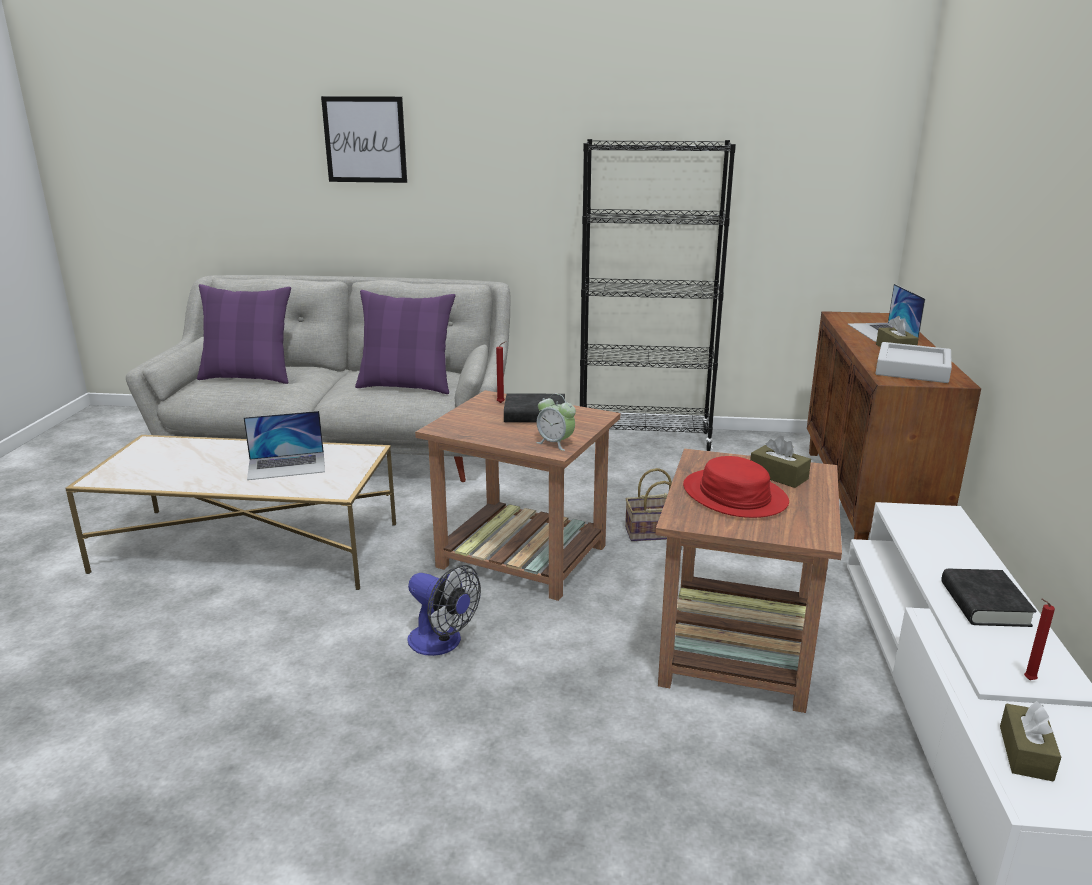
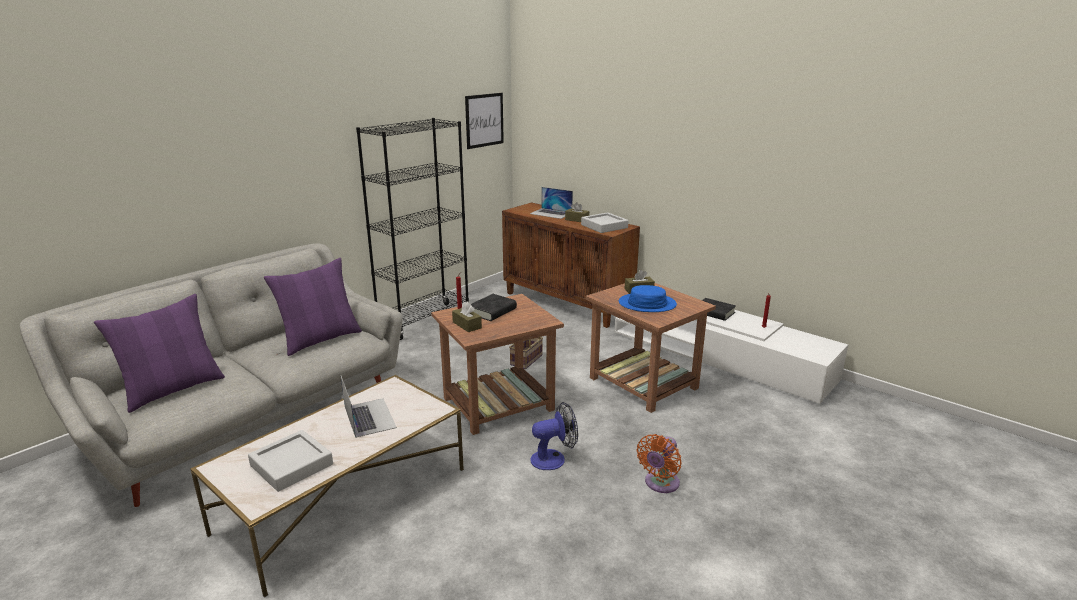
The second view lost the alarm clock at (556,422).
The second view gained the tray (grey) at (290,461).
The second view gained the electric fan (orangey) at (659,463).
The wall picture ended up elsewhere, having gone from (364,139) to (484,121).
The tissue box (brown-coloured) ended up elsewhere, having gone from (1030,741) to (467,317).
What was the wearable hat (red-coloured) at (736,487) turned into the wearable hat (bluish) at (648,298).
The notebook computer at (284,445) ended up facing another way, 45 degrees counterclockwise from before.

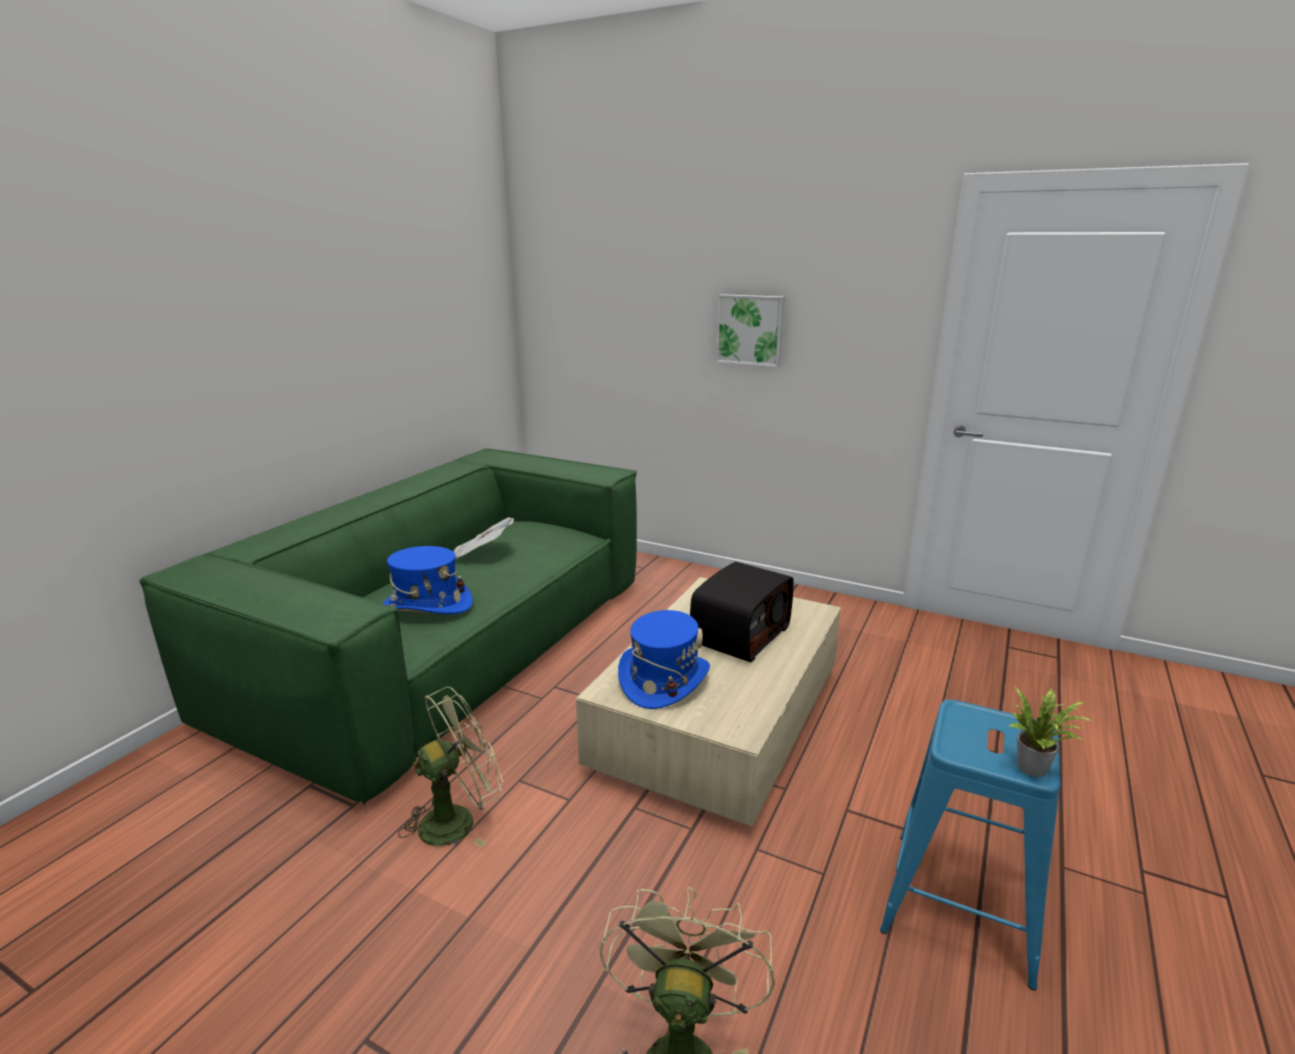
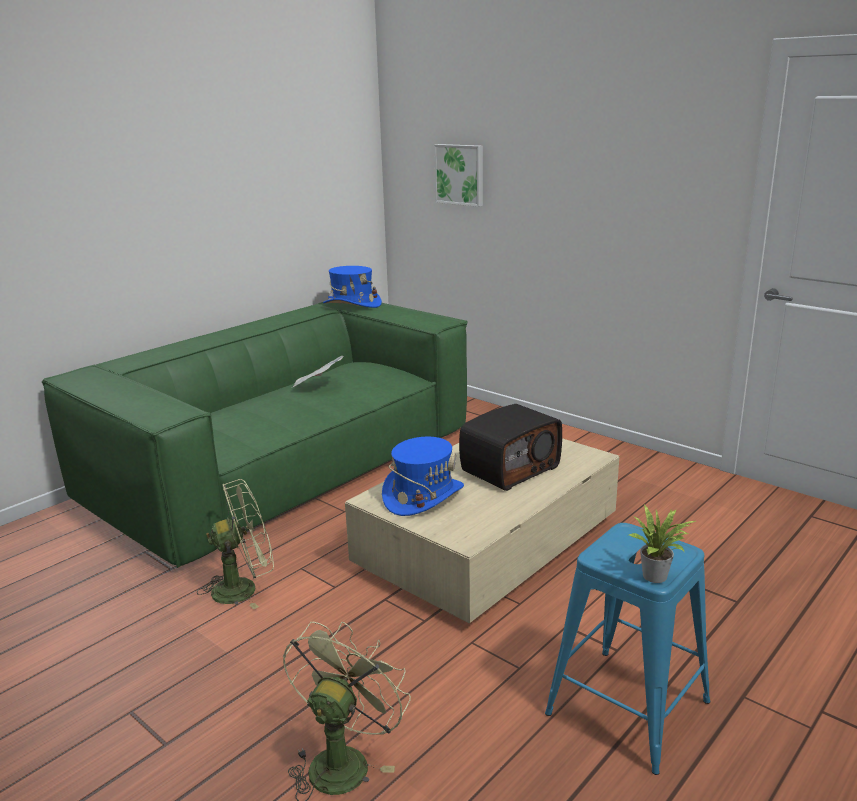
The wearable hat (bluish) ended up elsewhere, having gone from (427,580) to (352,287).
The wall picture ended up elsewhere, having gone from (750,330) to (458,175).

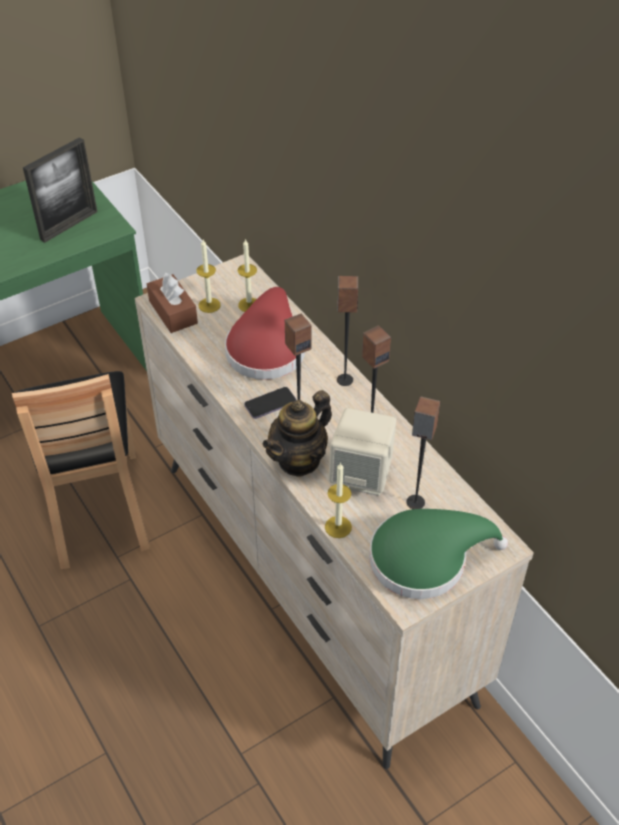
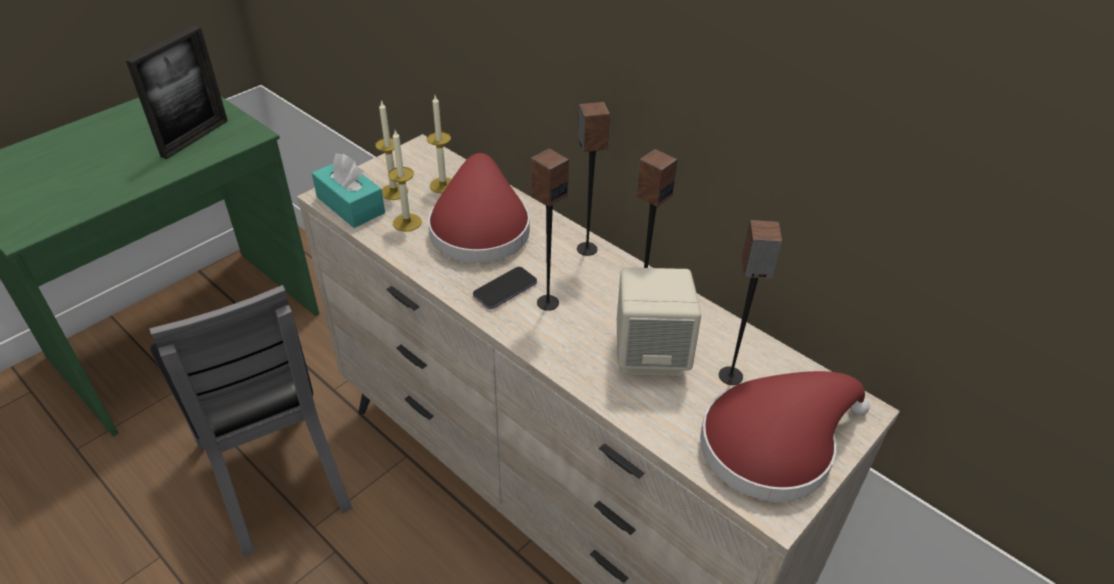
The second view lost the pot for tea at (297,433).
The candle ended up elsewhere, having gone from (338,500) to (405,181).
What was the chair (brown-coloured) at (81,470) turned into the chair (grey) at (250,421).
What was the tissue box (brown-coloured) at (172,302) turned into the tissue box (turquoise-coloured) at (348,190).
What was the wearable hat (greenish) at (438,554) turned into the wearable hat (red-coloured) at (785,436).

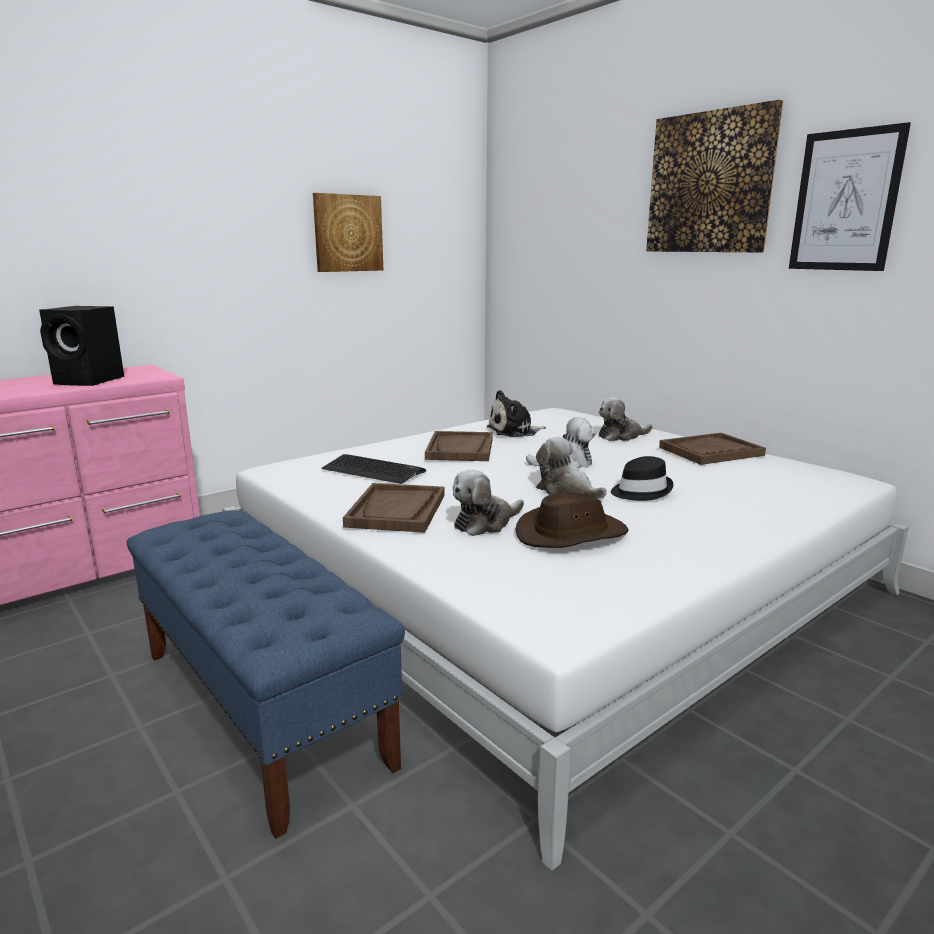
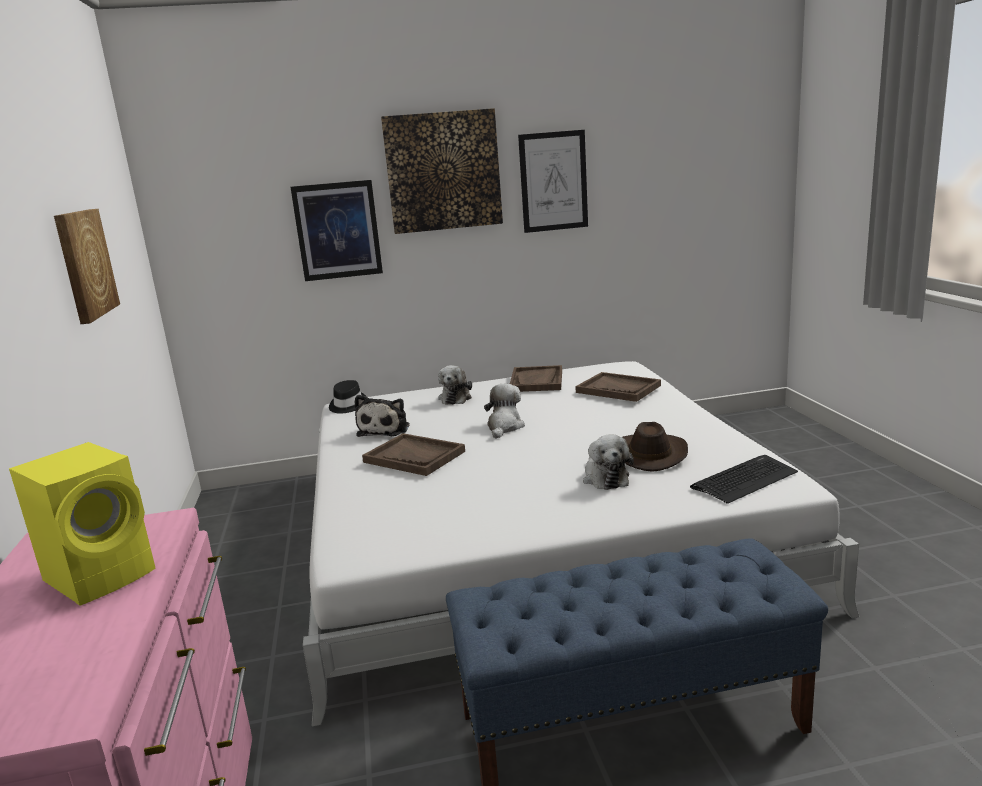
The second view lost the plush toy at (571,468).
The second view gained the wall picture at (337,230).
The keyboard ended up elsewhere, having gone from (374,469) to (744,479).
The tray (brown-coloured) ended up elsewhere, having gone from (394,508) to (618,387).
The wearable hat (black) ended up elsewhere, having gone from (642,478) to (347,397).
What was the loudspeaker (black) at (81,346) turned into the loudspeaker (yellowish) at (82,524).

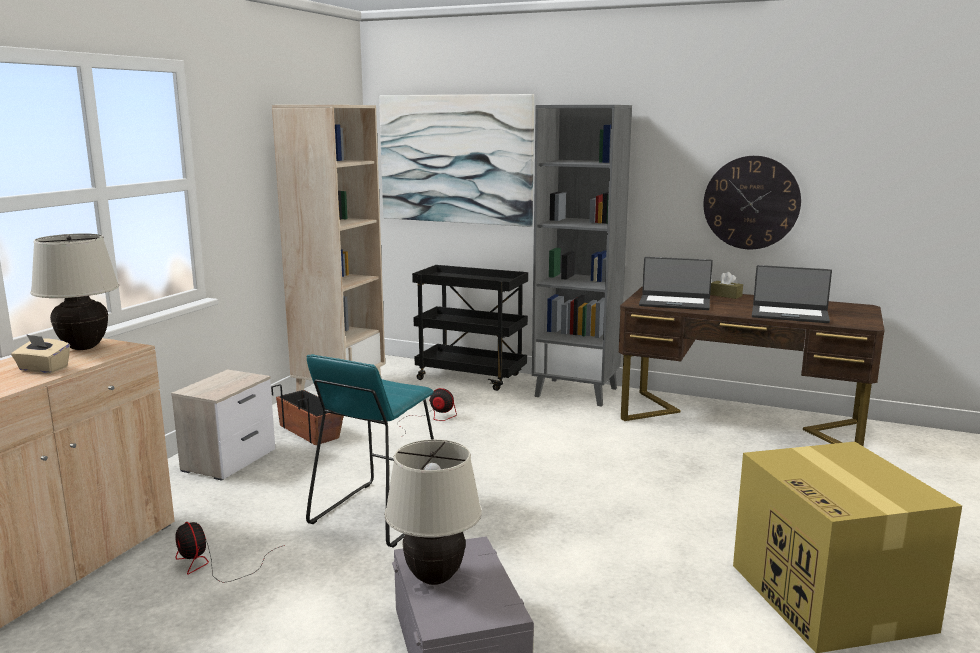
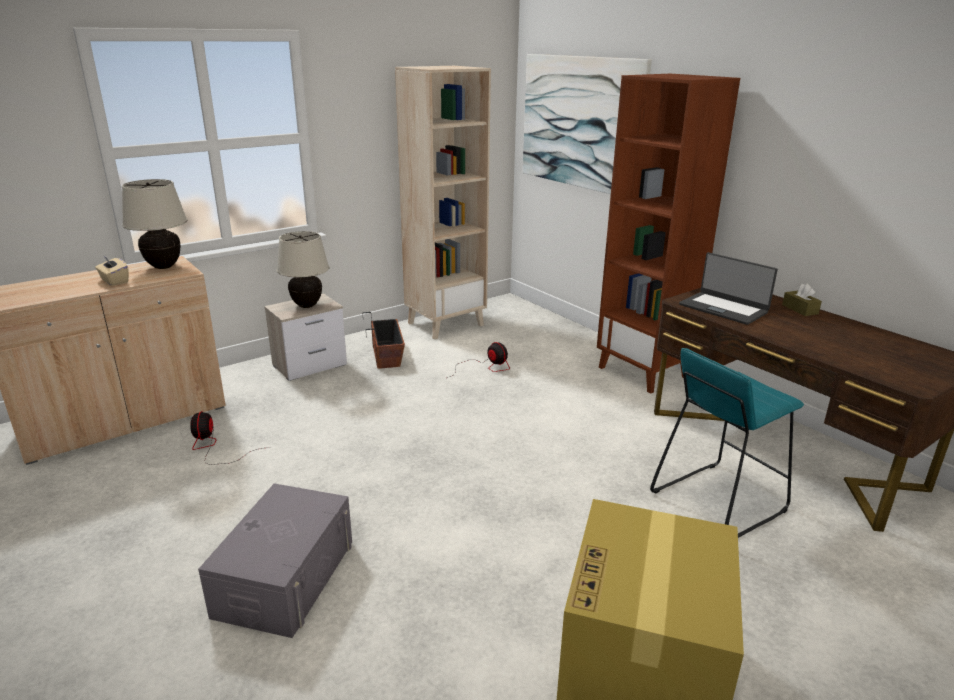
The second view lost the wheeled cart (black) at (470,328).
The second view lost the clock on the wall at (752,202).
The second view lost the notebook computer at (792,294).
The stool (turquoise-coloured) ended up elsewhere, having gone from (370,451) to (727,443).
The table lamp (beige) ended up elsewhere, having gone from (433,512) to (303,269).
What was the shelving unit (grey) at (582,256) turned into the shelving unit (brown-coloured) at (668,234).

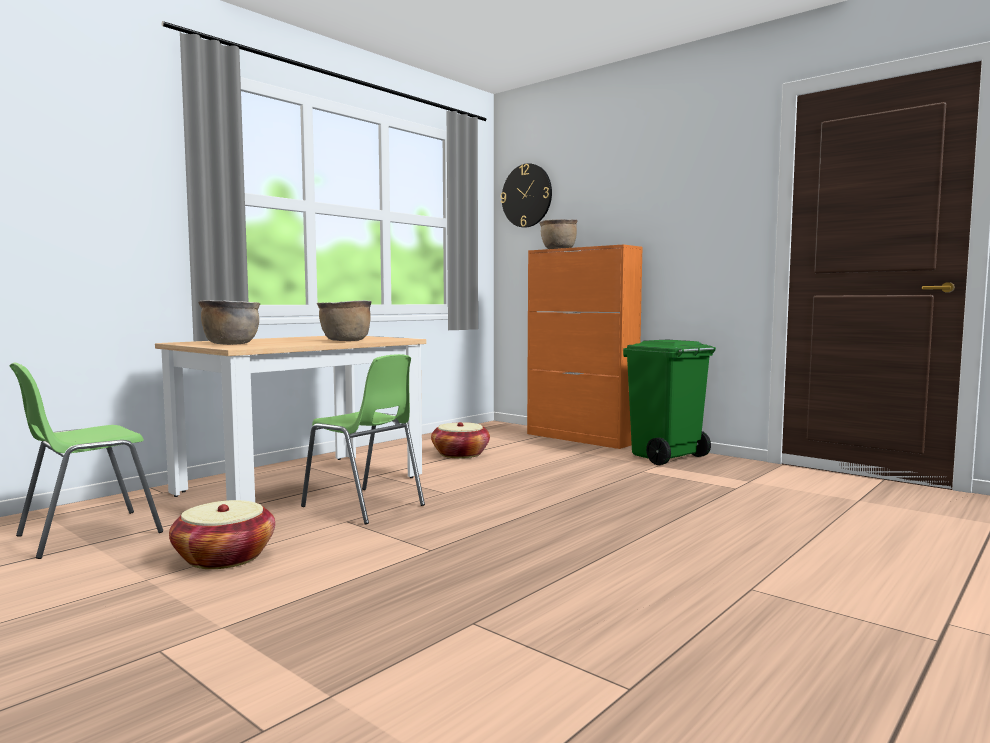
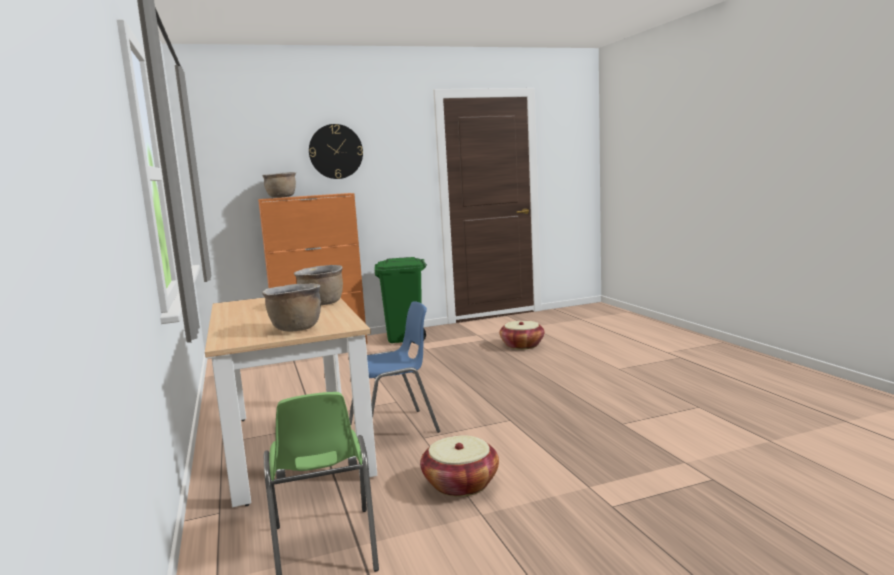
The basket ended up elsewhere, having gone from (460,440) to (521,335).
The clock on the wall ended up elsewhere, having gone from (526,195) to (336,151).
What was the chair (greenish) at (363,439) turned into the chair (bluish) at (394,367).

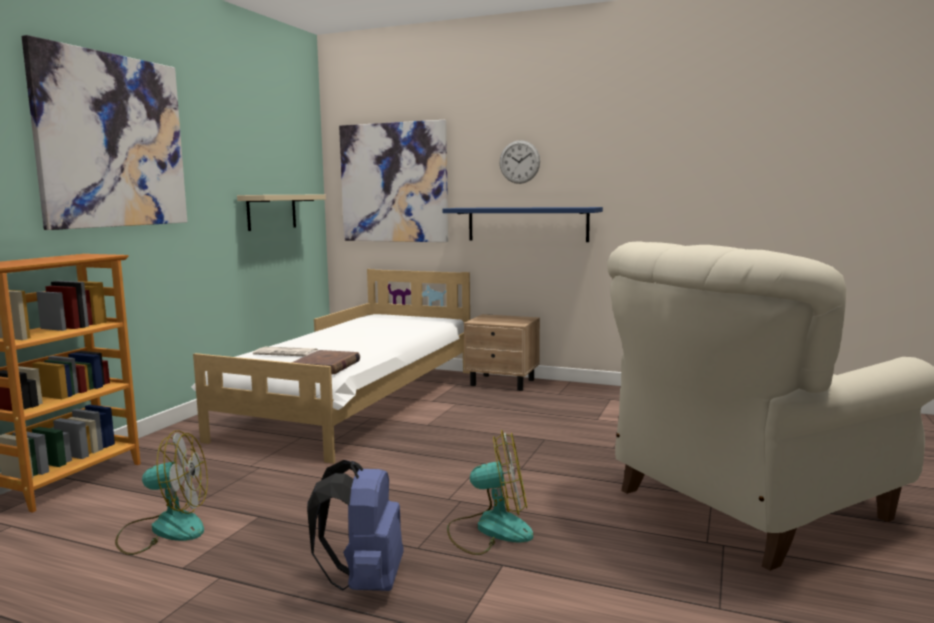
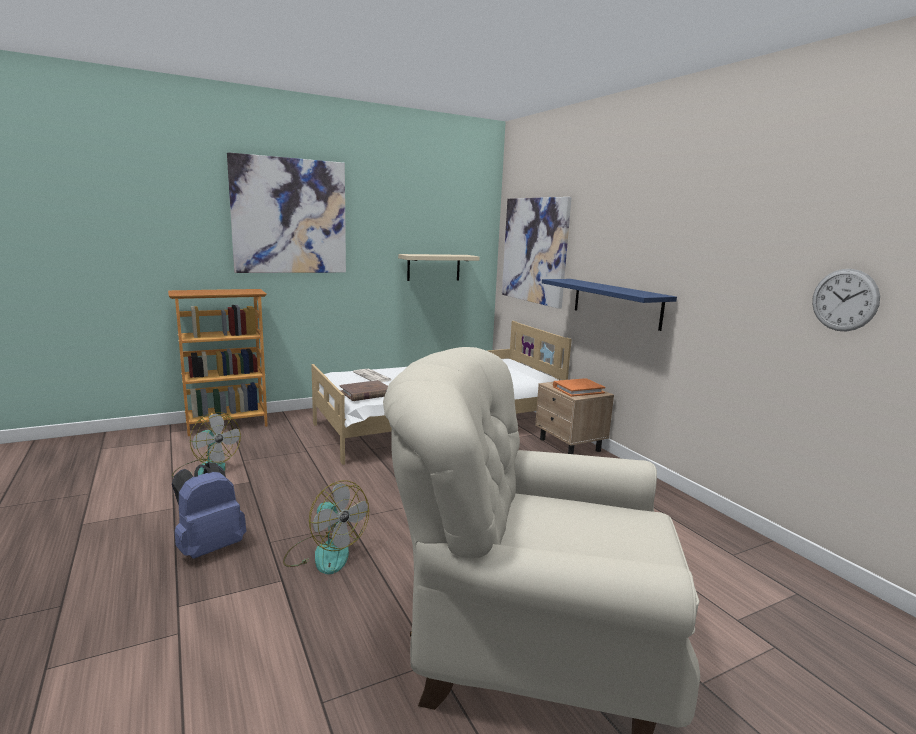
The second view gained the bound book (orangey) at (579,387).
The clock on the wall ended up elsewhere, having gone from (519,162) to (846,300).

